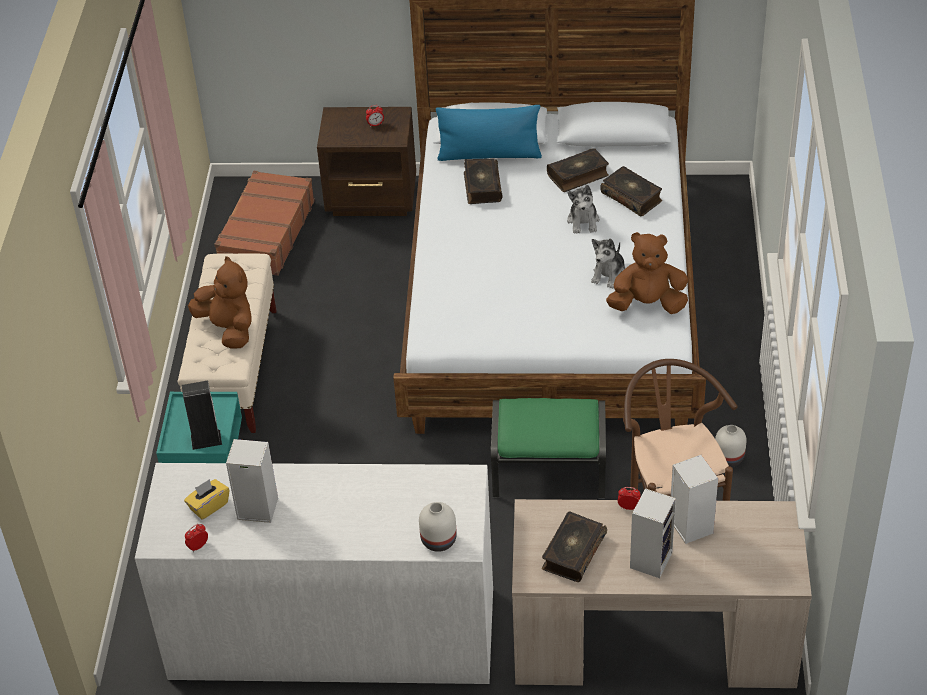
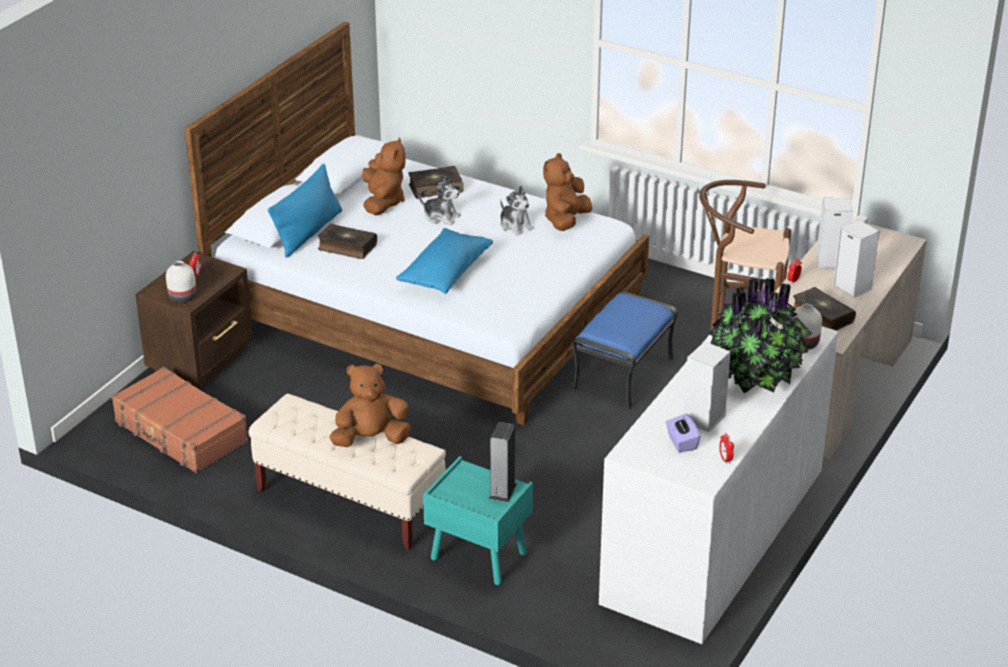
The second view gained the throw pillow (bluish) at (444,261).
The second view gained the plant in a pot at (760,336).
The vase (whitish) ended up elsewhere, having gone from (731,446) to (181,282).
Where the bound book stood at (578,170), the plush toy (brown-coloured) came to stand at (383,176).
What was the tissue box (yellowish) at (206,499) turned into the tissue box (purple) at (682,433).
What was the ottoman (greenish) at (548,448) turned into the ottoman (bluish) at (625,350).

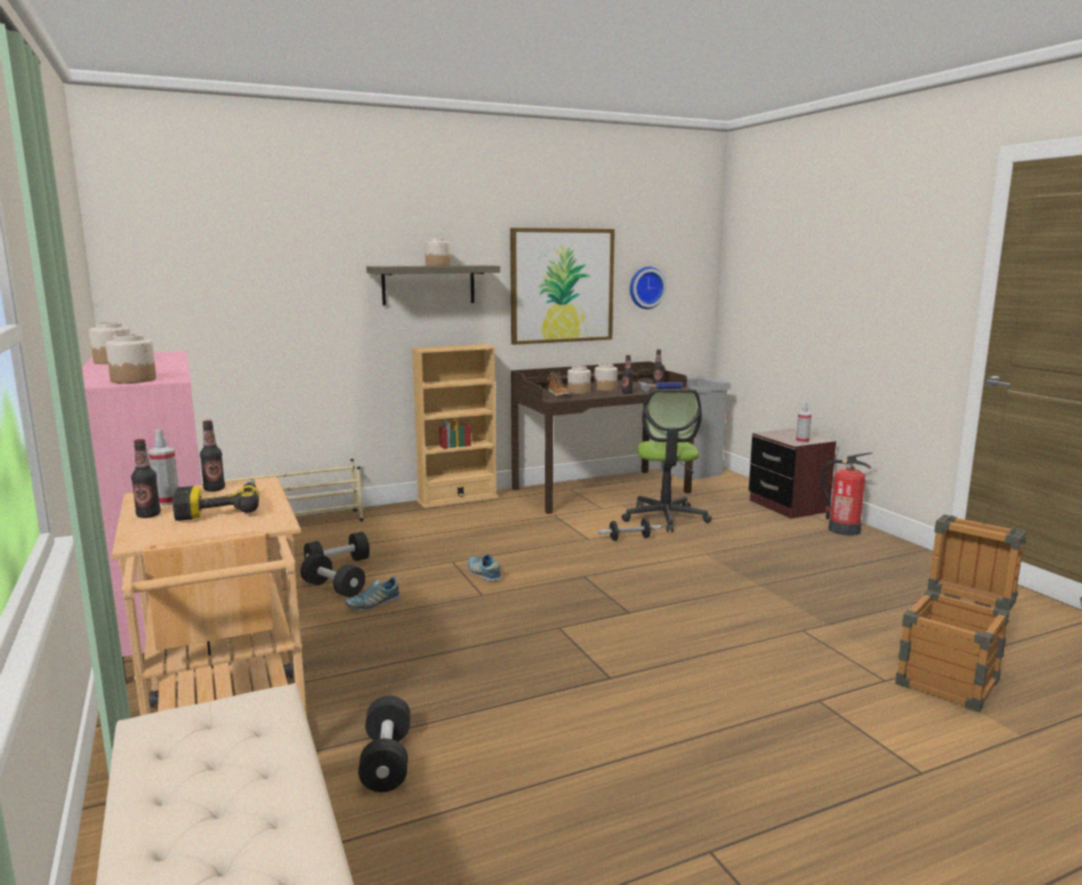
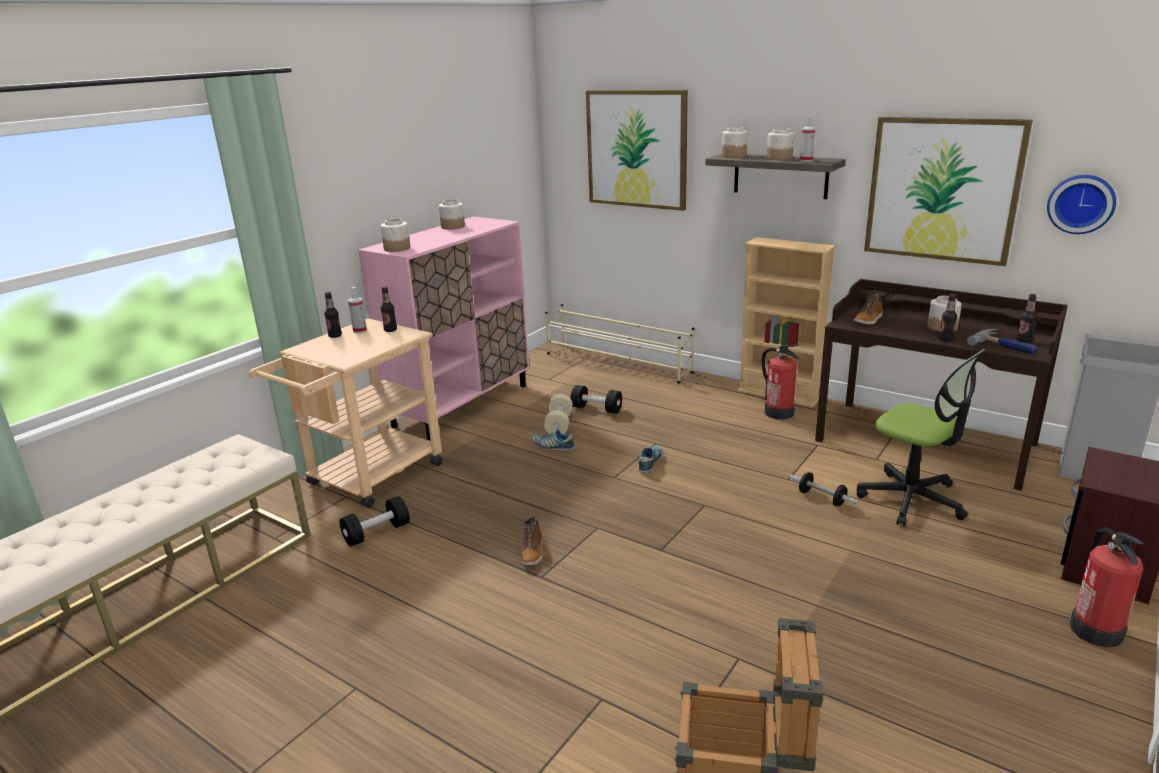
The second view lost the drill at (216,499).
The second view gained the tall boot at (532,541).
The second view gained the wall picture at (637,150).
The second view gained the extinguisher at (780,381).
The preserve jar ended up elsewhere, having gone from (579,380) to (735,142).
The sprayer ended up elsewhere, having gone from (803,422) to (808,139).
What was the hand weight (black) at (332,575) turned into the hand weight (beige) at (558,414).
The office chair at (667,461) ended up facing another way, 105 degrees counterclockwise from before.

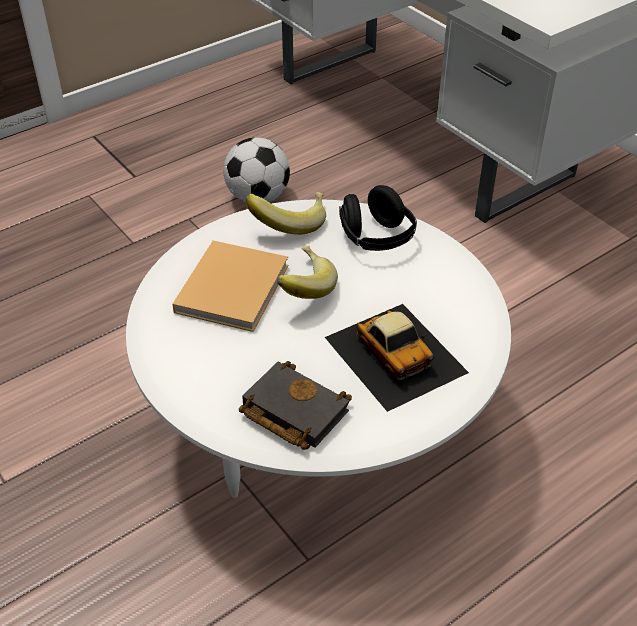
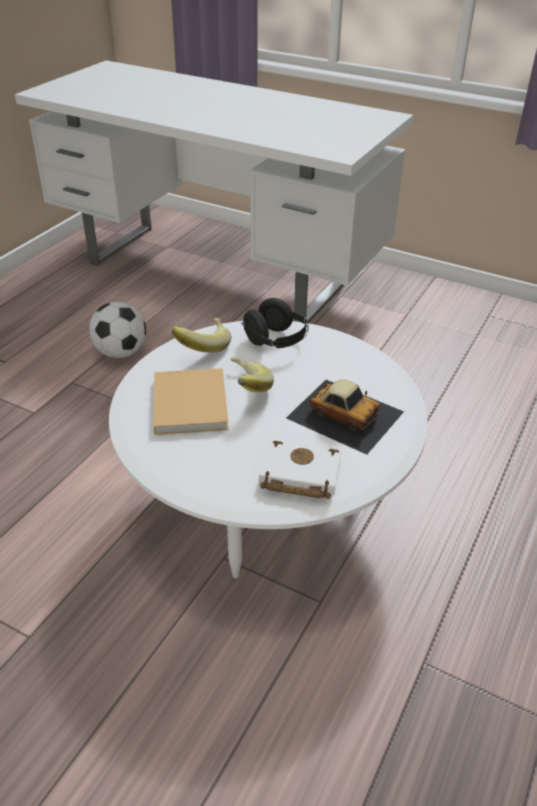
What was the bound book (black) at (295,405) turned into the bound book (whitish) at (300,470).

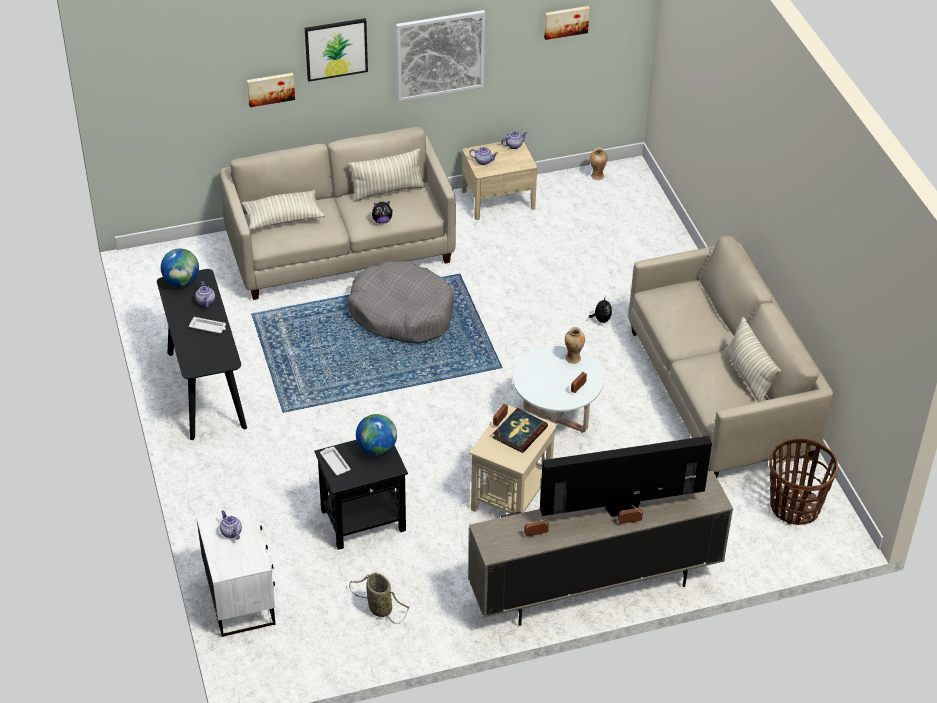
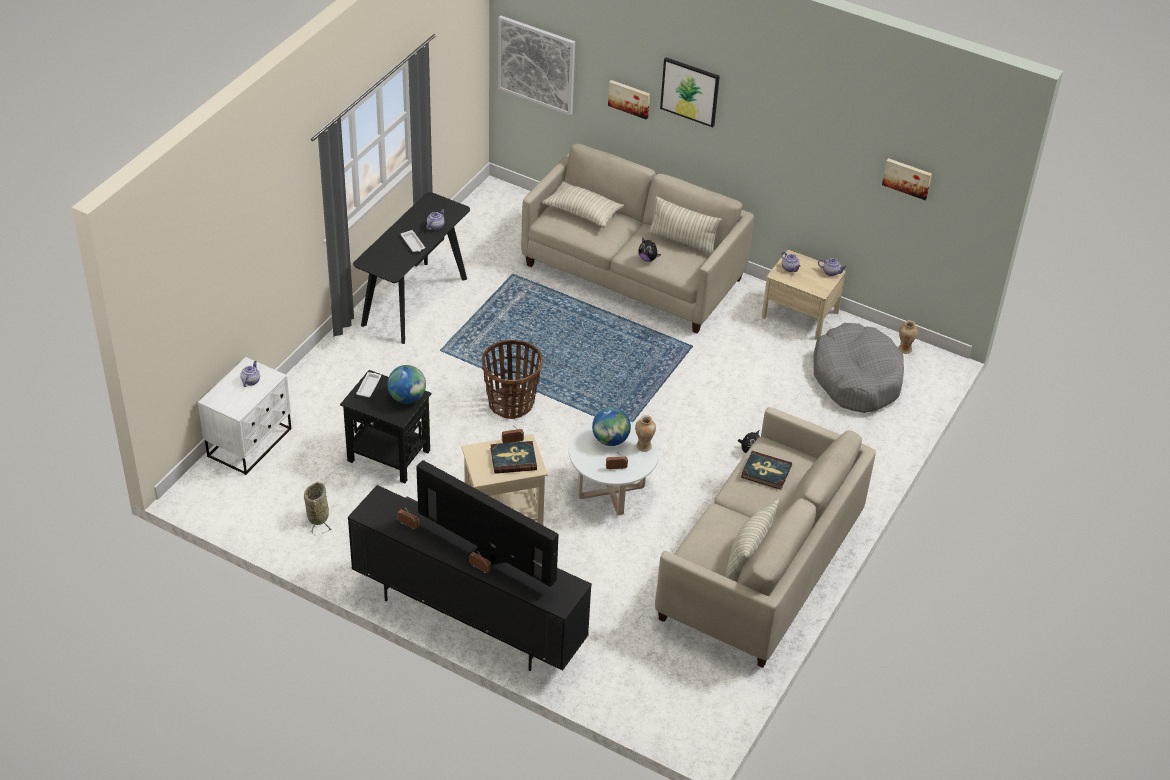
The second view gained the bound book at (766,470).
The desk globe ended up elsewhere, having gone from (180,267) to (611,427).
The pet bed (grey) ended up elsewhere, having gone from (401,302) to (858,368).
The wall picture ended up elsewhere, having gone from (440,55) to (536,65).
The basket ended up elsewhere, having gone from (803,481) to (512,379).
What was the media console (beige) at (600,548) turned into the media console (black) at (470,578).

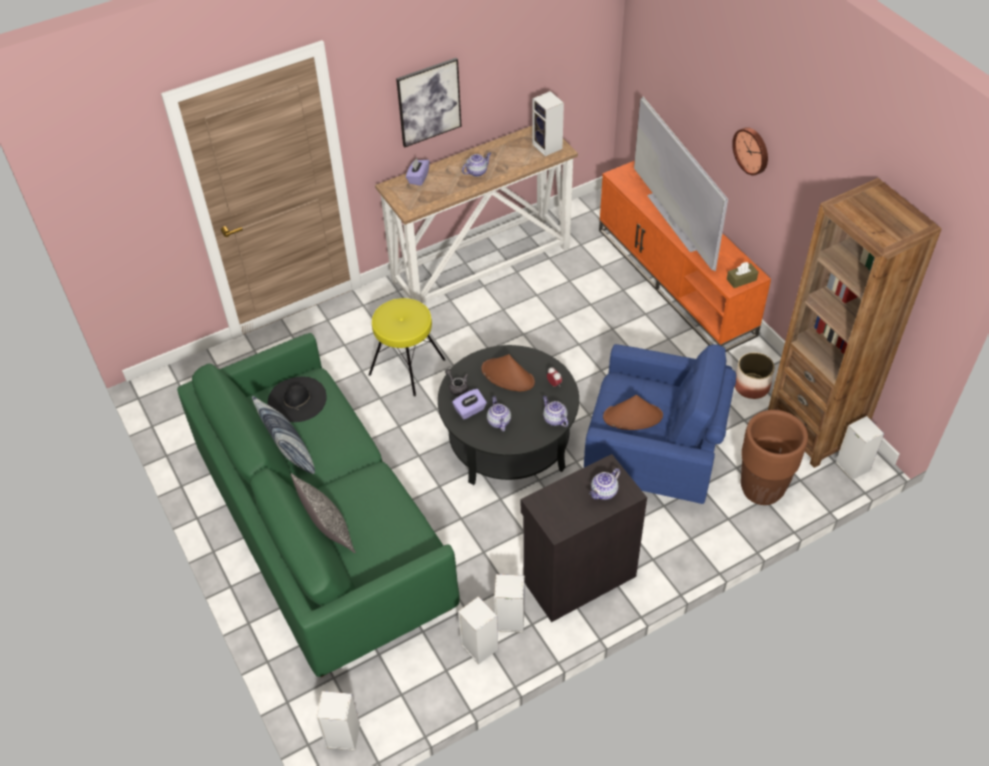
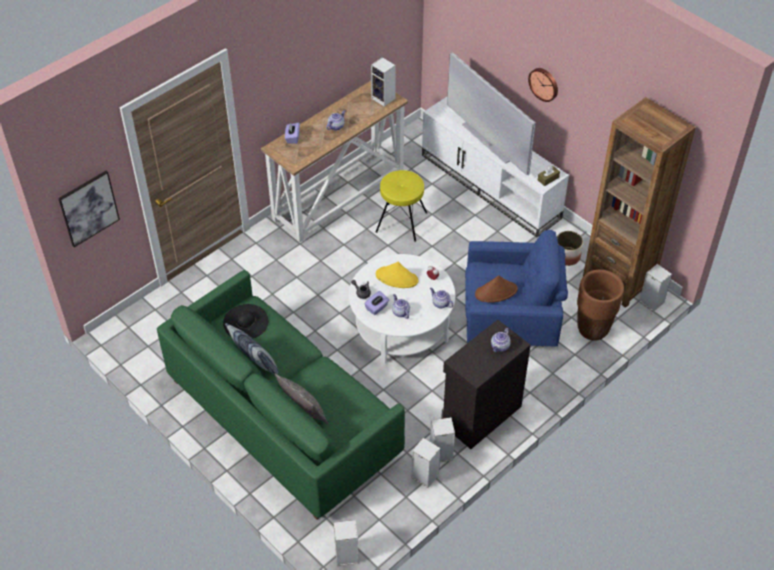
The stool (yellowish) ended up elsewhere, having gone from (407,347) to (401,206).
The wall picture ended up elsewhere, having gone from (429,102) to (89,209).
What was the coffee table (black) at (508,415) turned into the coffee table (whitish) at (402,309).
What was the wearable hat (brown-coloured) at (508,372) turned into the wearable hat (yellowish) at (397,275).
What was the media console (orangey) at (685,256) turned into the media console (whitish) at (495,166).

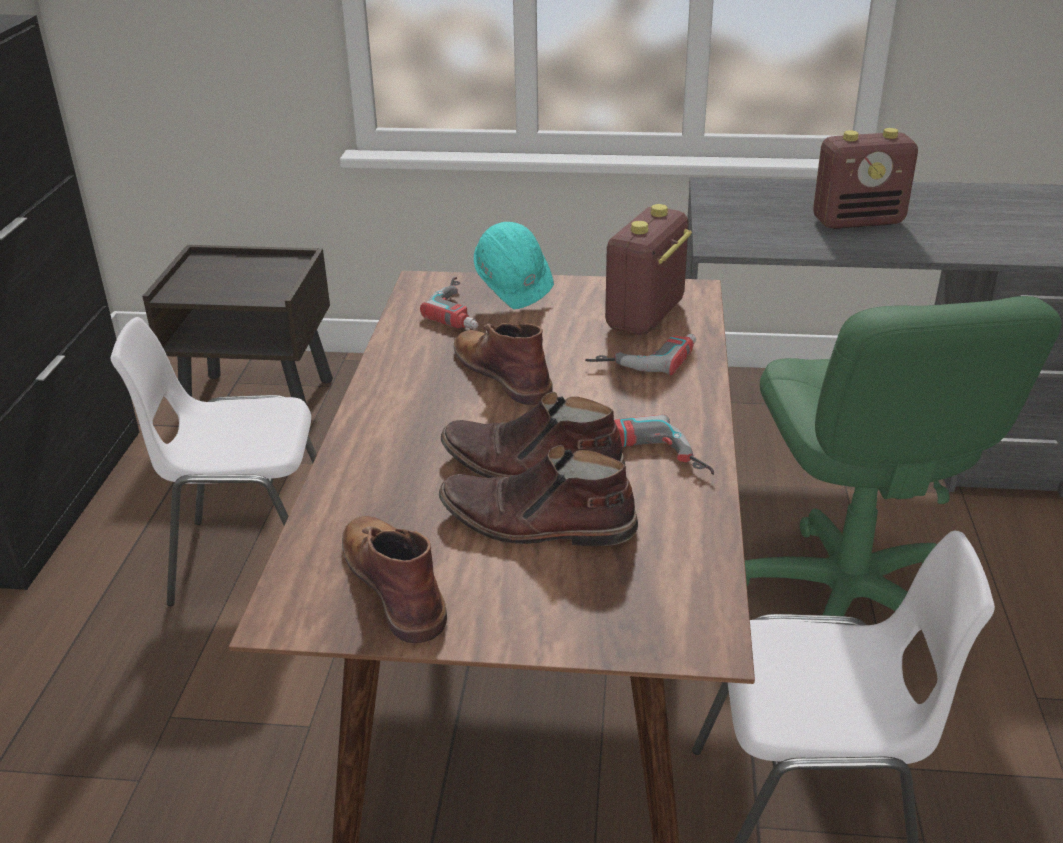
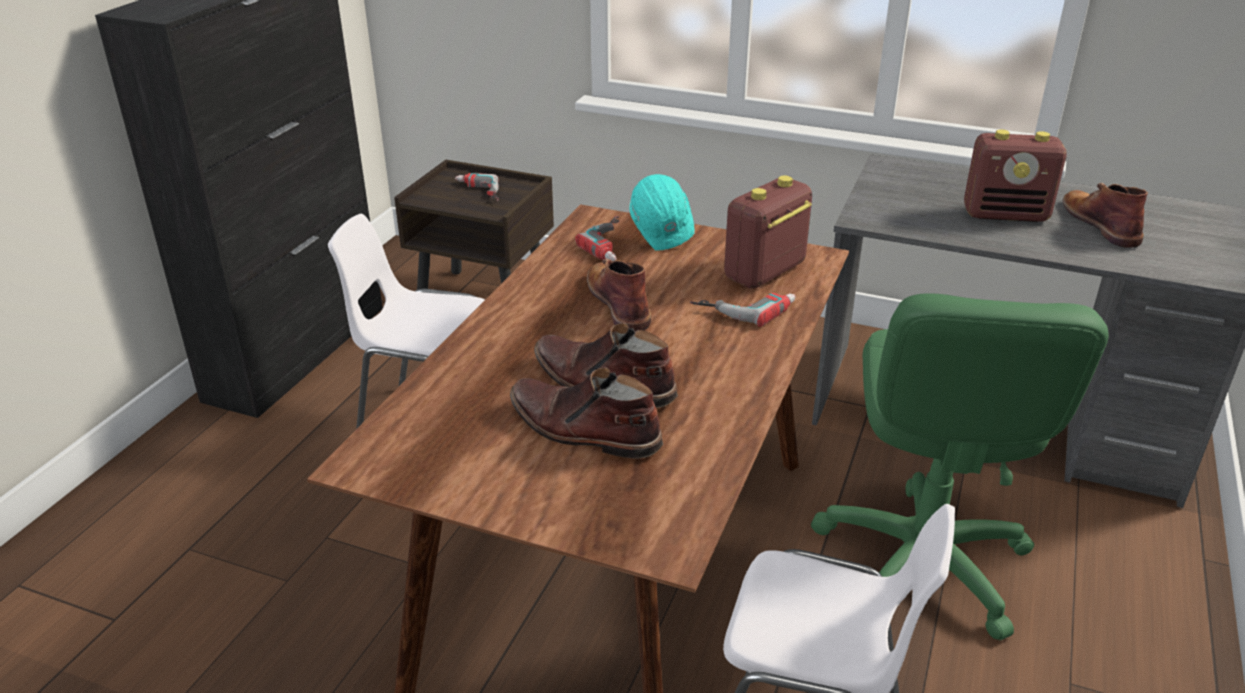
The tall boot (brown-coloured) ended up elsewhere, having gone from (394,579) to (1105,215).
The drill ended up elsewhere, having gone from (664,445) to (477,187).

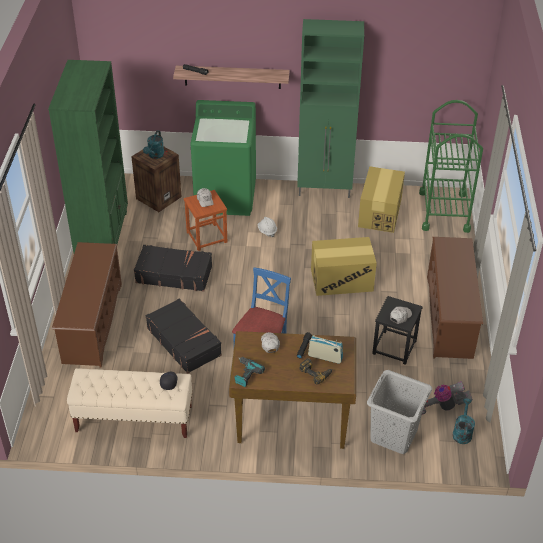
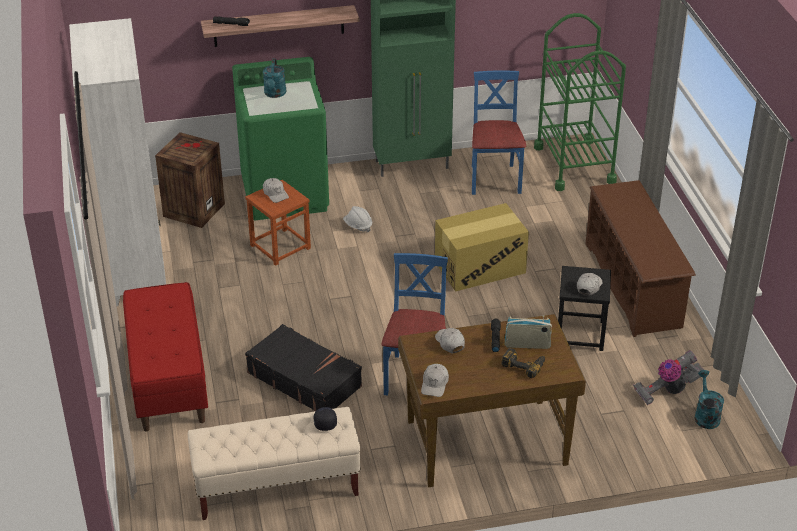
The second view lost the travel case (black) at (173,268).
The second view lost the laundry basket (grey) at (399,412).
The sprinkling can (turquoise-coloured) ended up elsewhere, having gone from (154,144) to (274,78).
Where the shoe shelf (brown-coloured) stood at (87,305), the bench (red-coloured) came to stand at (165,356).
Where the drill stood at (250,372), the cap (whitish) came to stand at (435,380).
Where the cardboard box stood at (381,199), the chair (bluish) came to stand at (499,132).
What was the shelving unit (greenish) at (88,156) turned into the shelving unit (whitish) at (117,162).

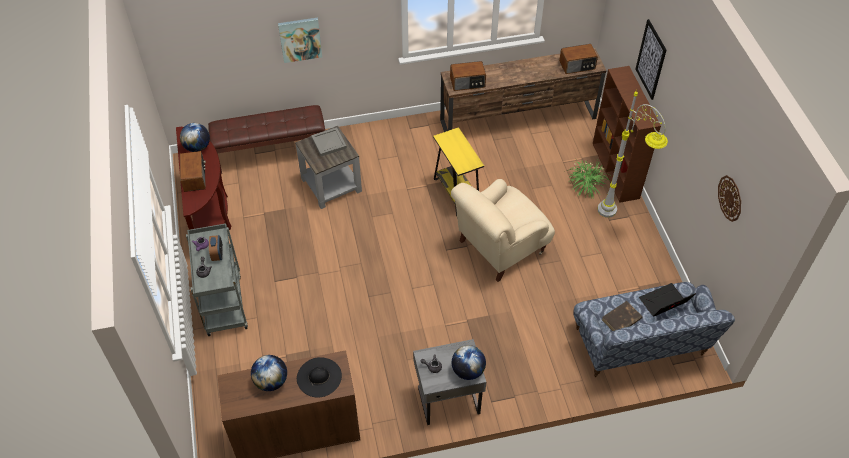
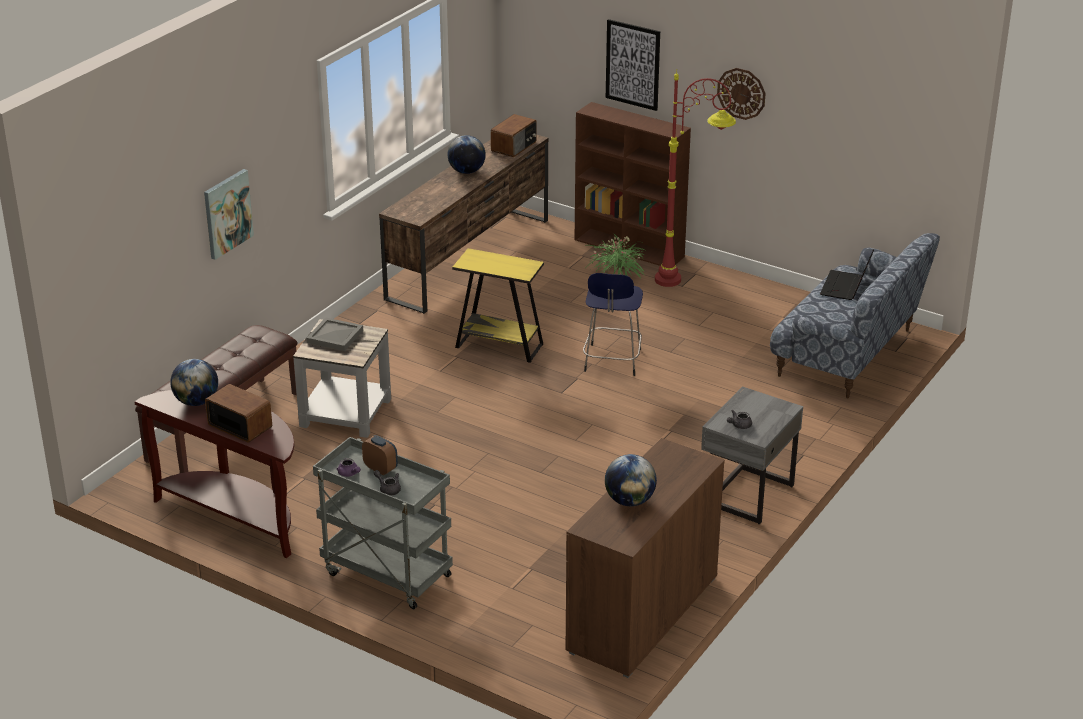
The second view lost the wearable hat (black) at (319,377).
The second view lost the radio receiver at (468,76).
The second view lost the bound book (brown-coloured) at (622,316).
The desk globe ended up elsewhere, having gone from (469,362) to (466,154).
The clock on the wall ended up elsewhere, having gone from (729,198) to (741,94).
Where the easy chair (beige) stood at (503,230), the stool (bluish) came to stand at (613,324).
What was the standard lamp (grey) at (632,154) turned into the standard lamp (red-coloured) at (695,178).

